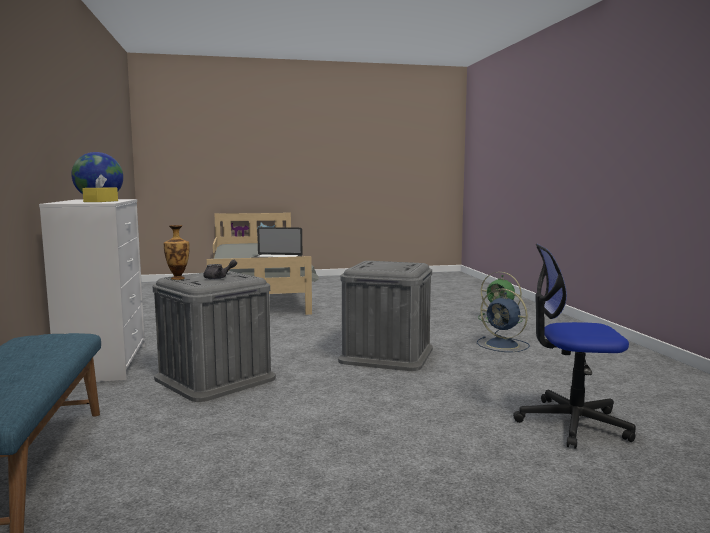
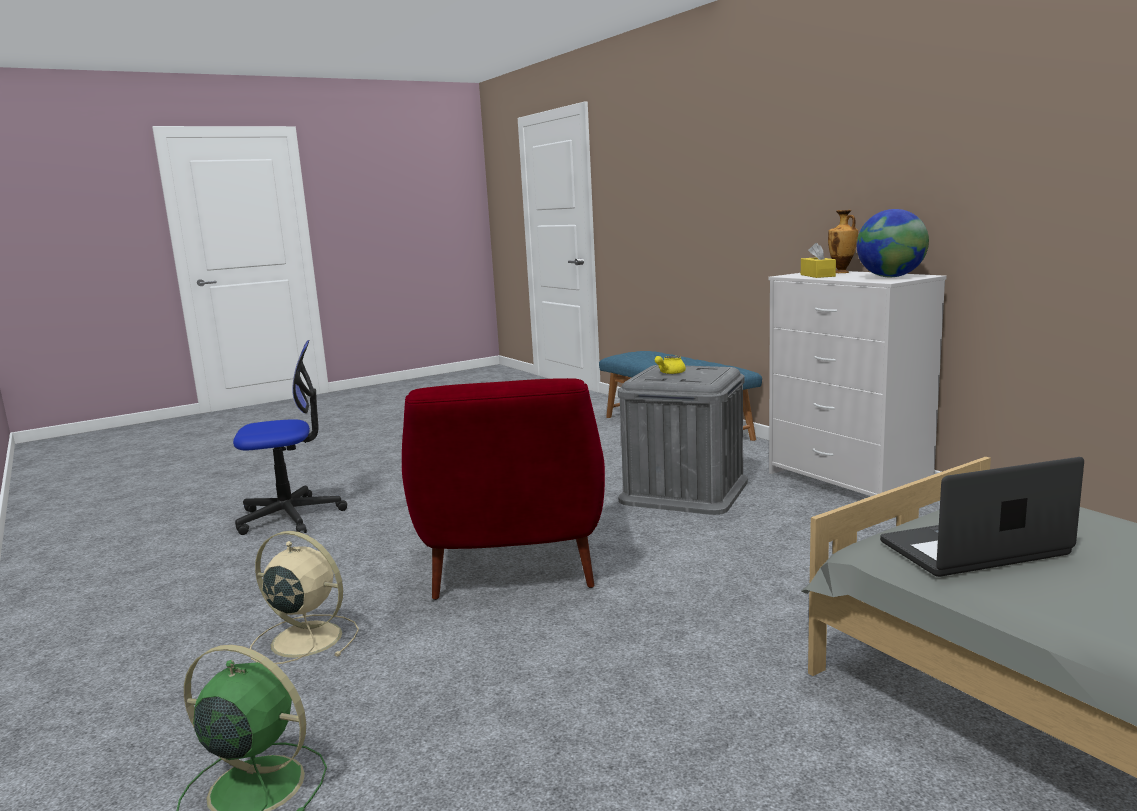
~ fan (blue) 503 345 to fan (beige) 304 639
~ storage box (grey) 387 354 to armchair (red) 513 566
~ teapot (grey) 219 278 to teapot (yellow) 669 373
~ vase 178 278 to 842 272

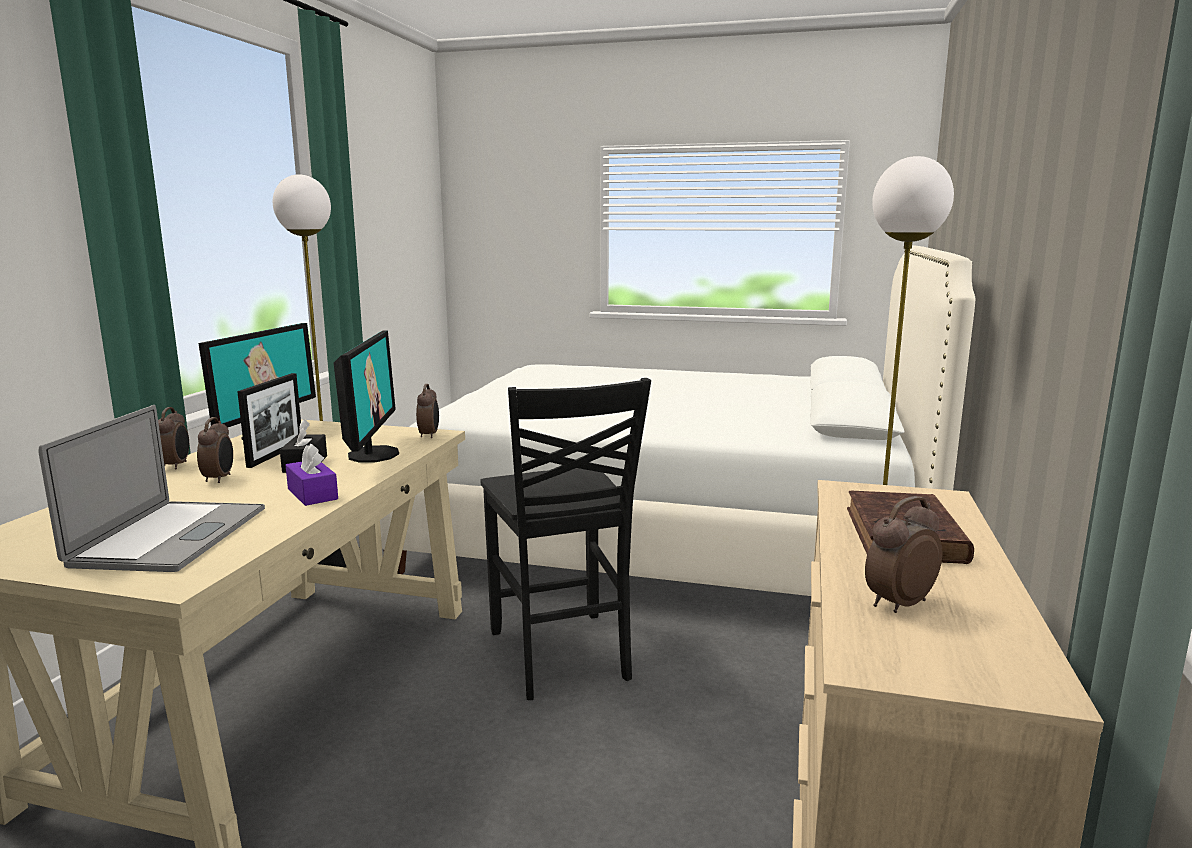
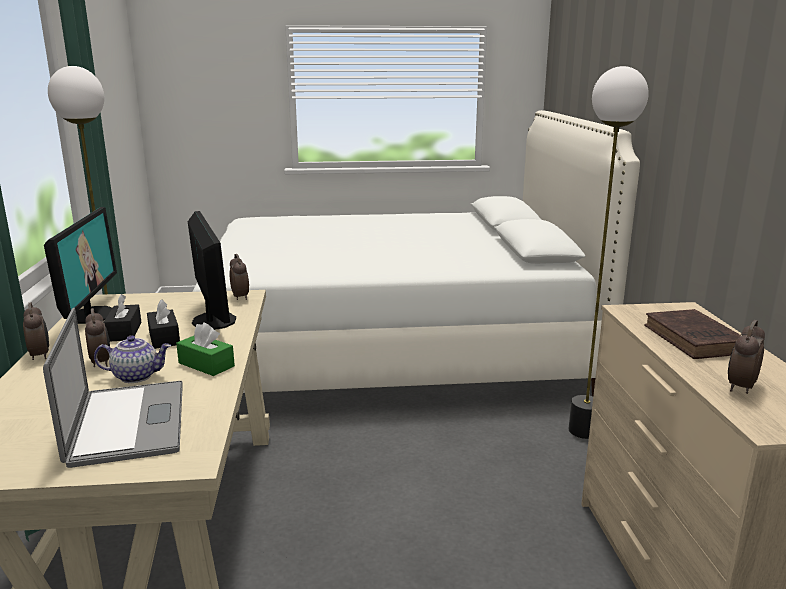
+ teapot 137 376
~ picture frame 276 454 to tissue box (black) 124 332
~ tissue box (purple) 312 494 to tissue box (green) 206 364
- chair (black) 560 656

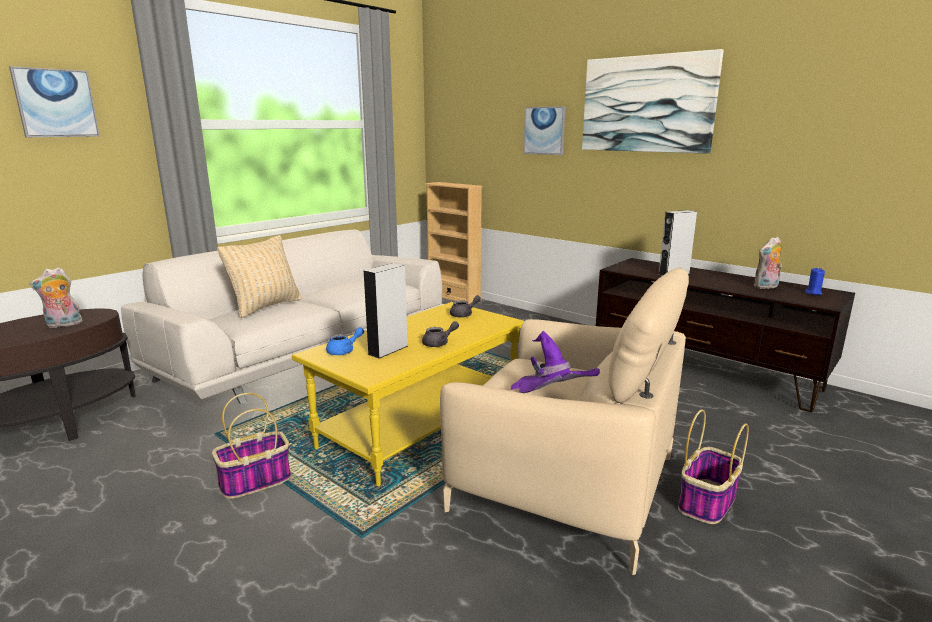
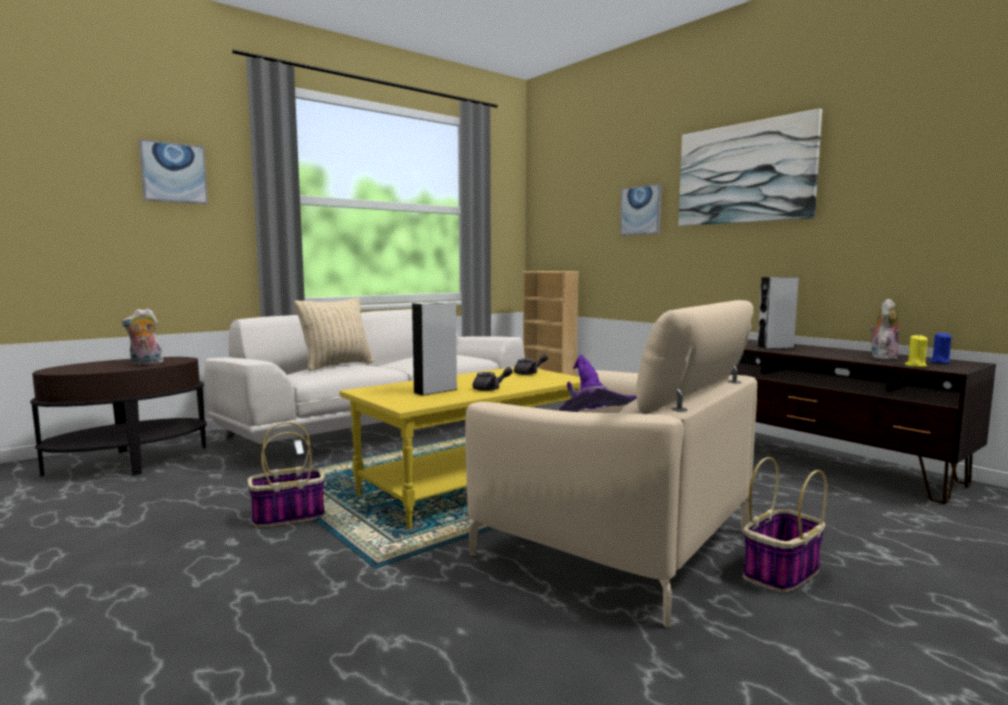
~ plush toy 766 287 = 882 357 150 degrees clockwise
+ candle (yellow) 915 365
- teapot (blue) 344 351

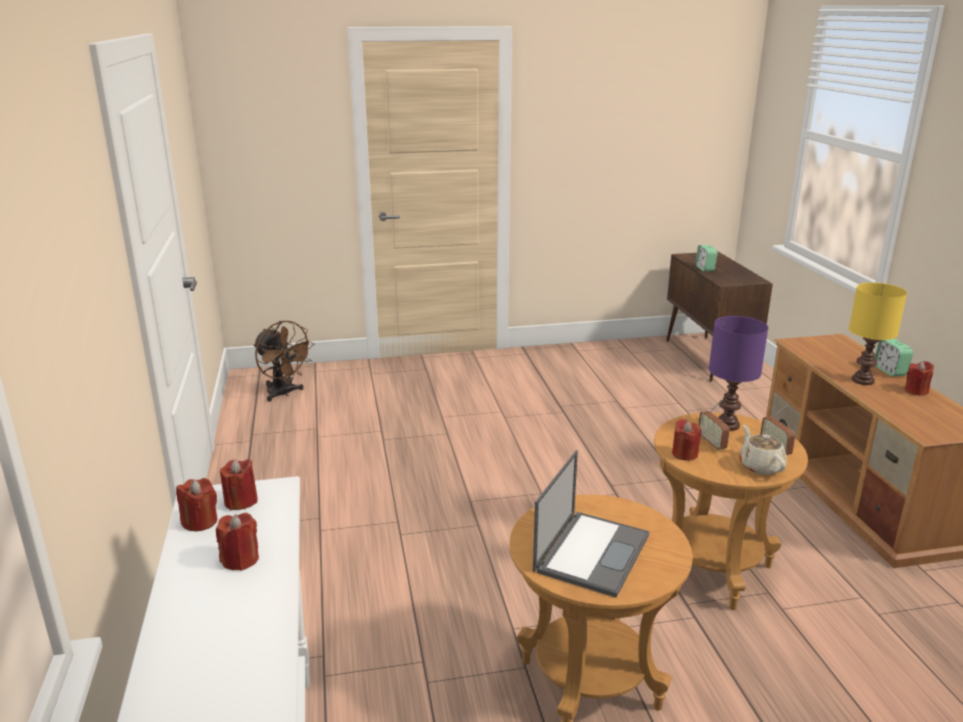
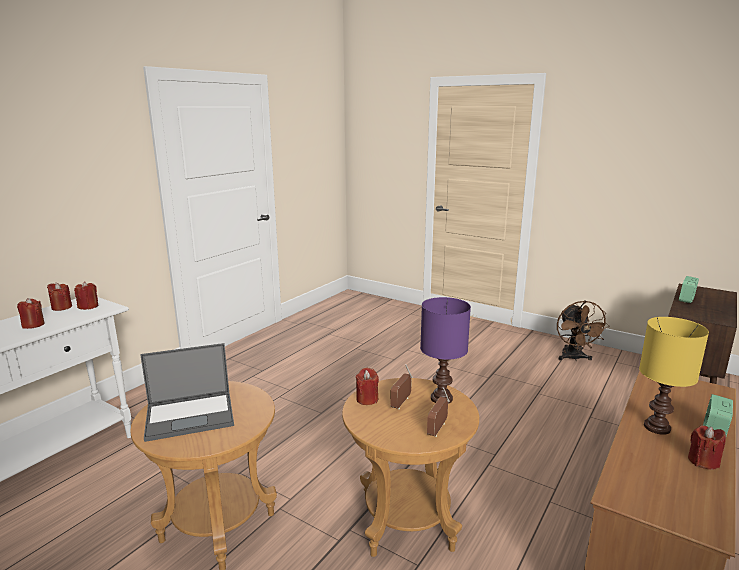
~ fan (brown) 284 394 to 574 358
- teapot (beige) 760 466

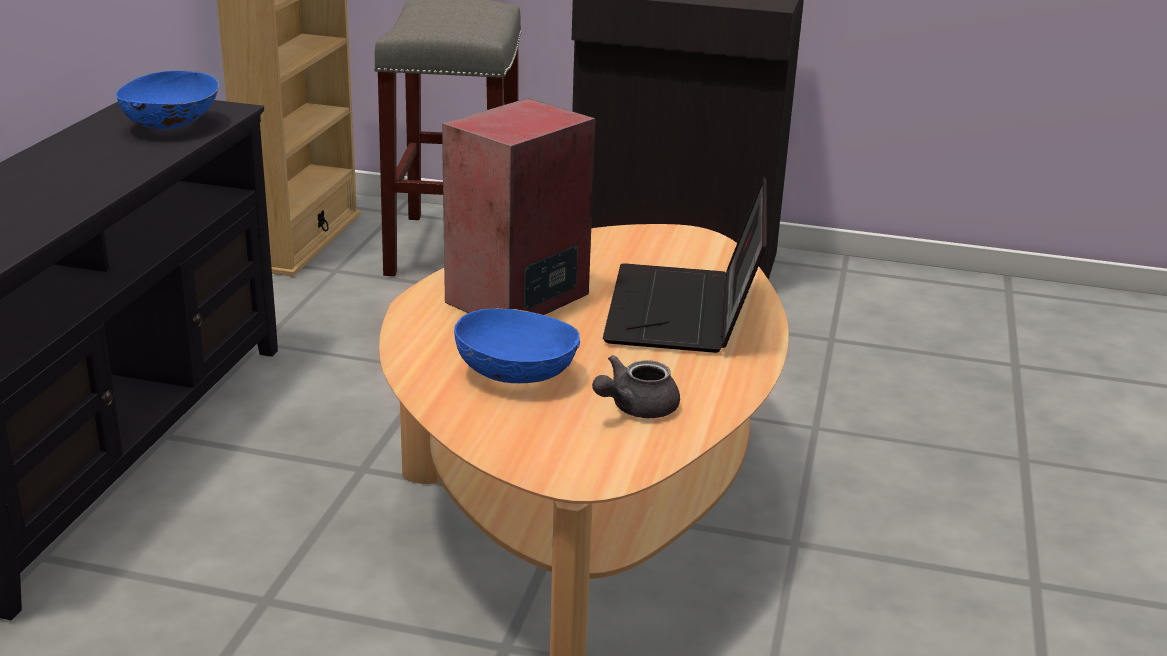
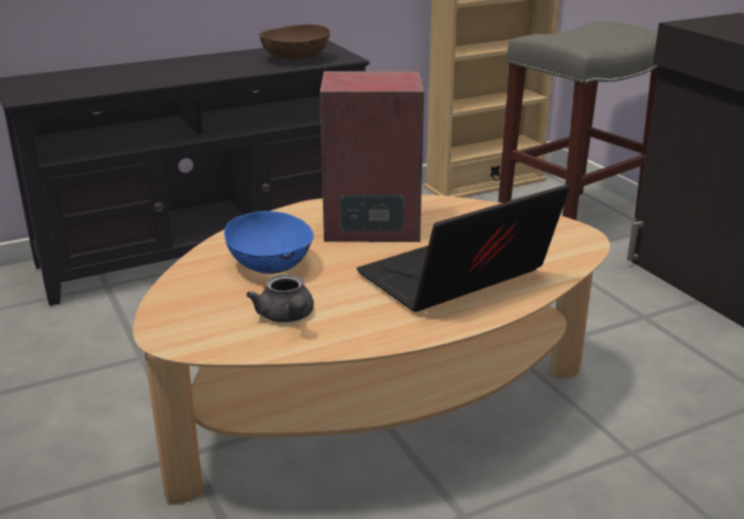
~ teapot (grey) 635 408 = 286 317 120 degrees counterclockwise
~ bowl (blue) 172 126 to bowl (brown) 295 59

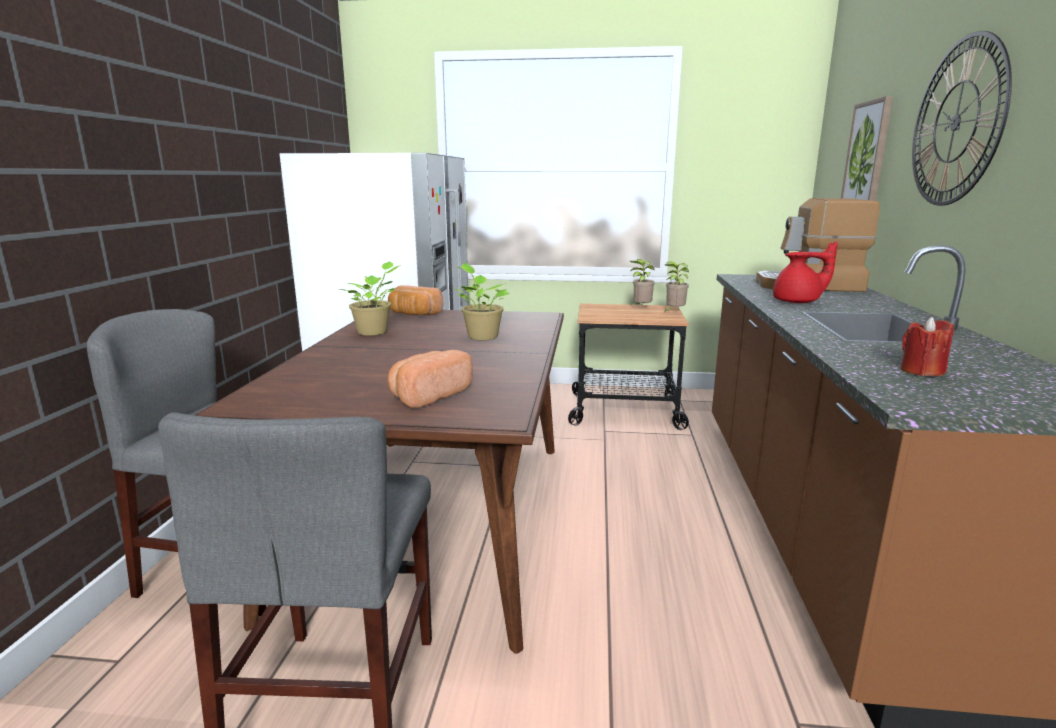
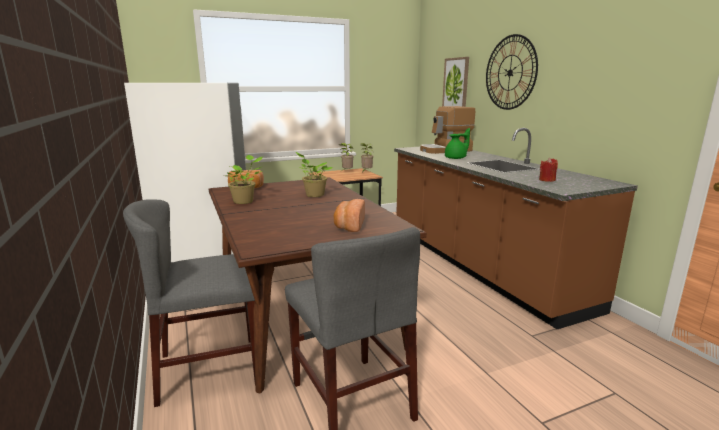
~ teapot (red) 798 302 to teapot (green) 456 158

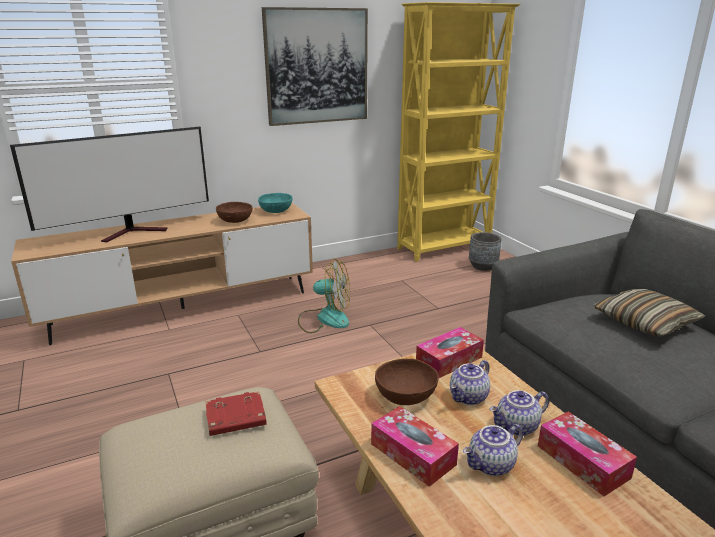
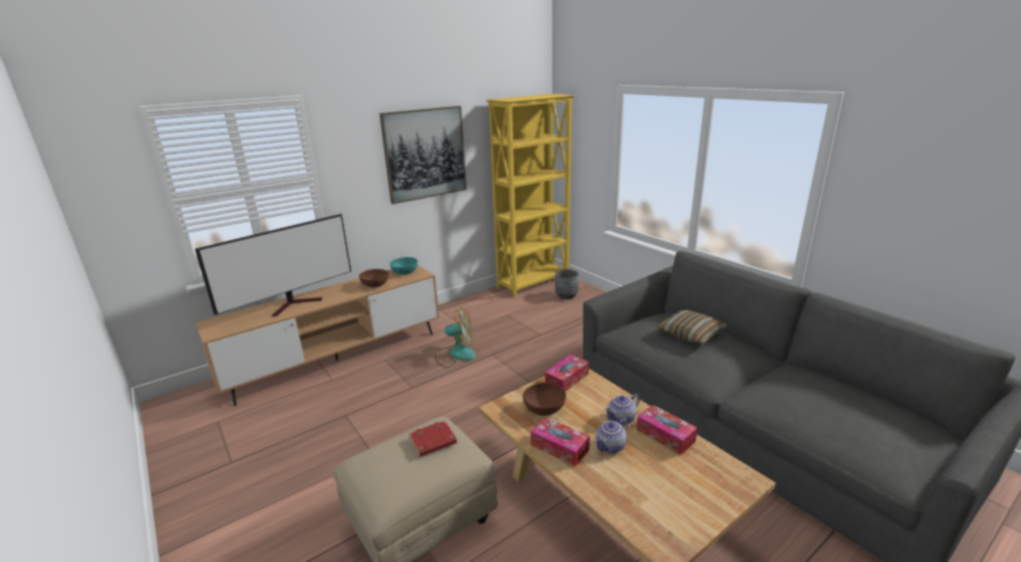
- teapot 469 398

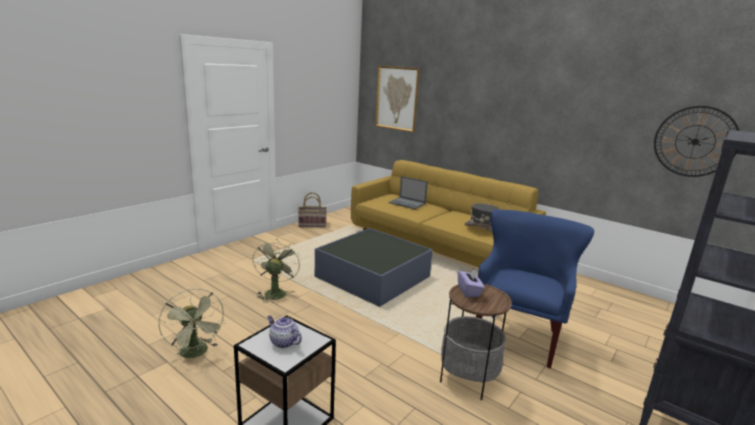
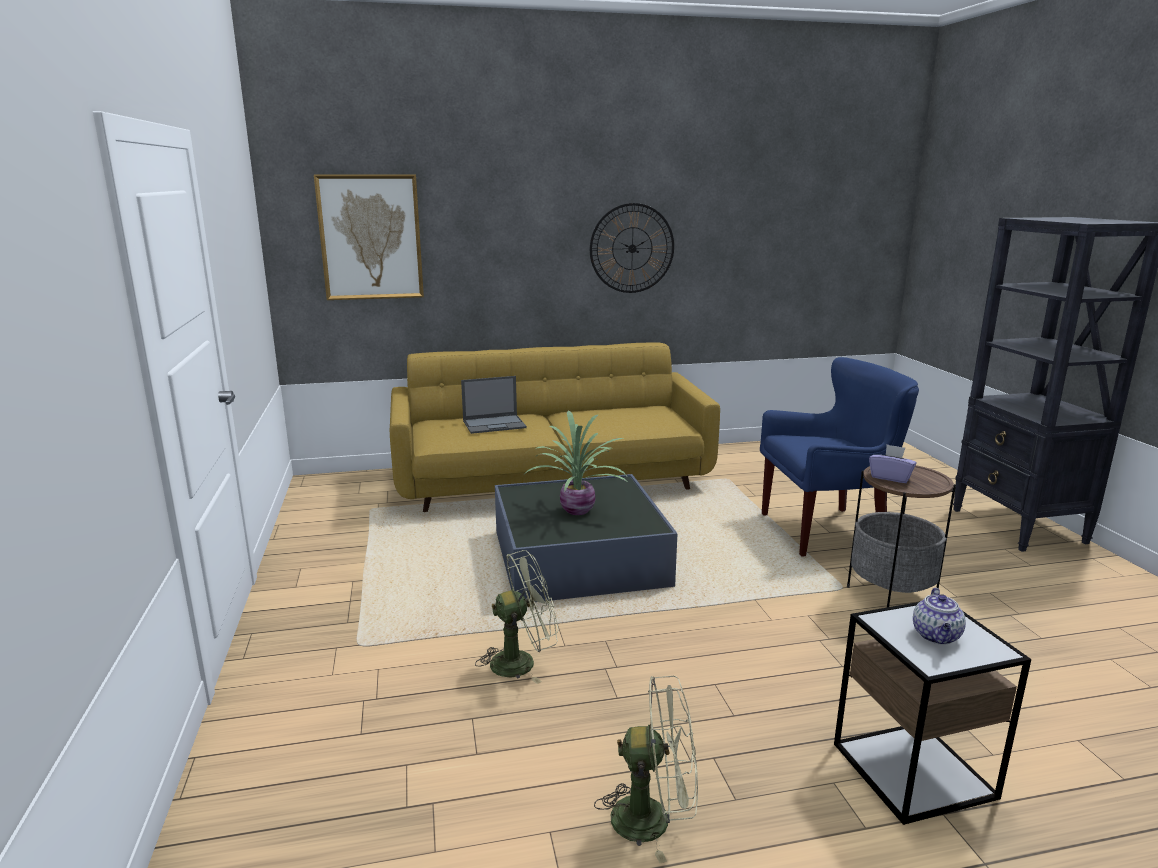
~ fan (green) 275 292 = 522 661 120 degrees clockwise
+ potted plant 579 510
~ wall clock 695 141 to 632 248
~ armchair (blue) 518 337 = 827 532 105 degrees clockwise
~ teapot 283 342 = 937 636 60 degrees counterclockwise
- basket 312 224
- hat (grey) 482 228

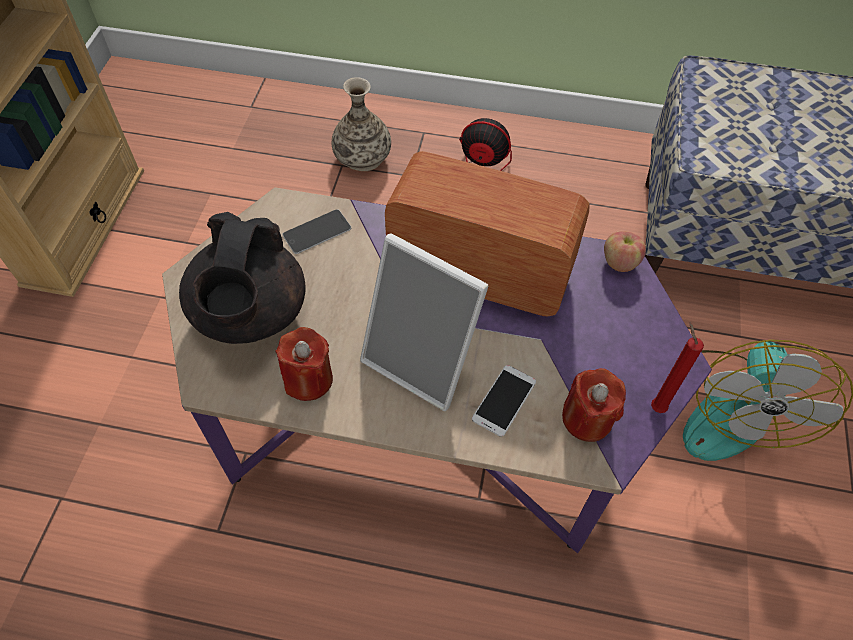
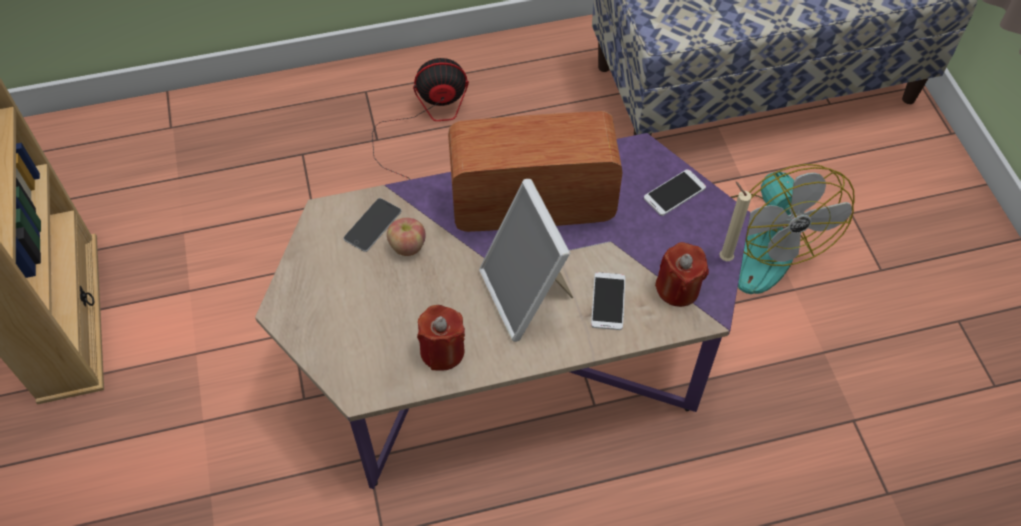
~ apple 619 262 to 407 246
~ picture frame 424 360 = 527 296 60 degrees clockwise
+ phone 674 193
~ candle (red) 656 406 to candle (beige) 723 257
- teapot (black) 250 314
- vase 363 157

